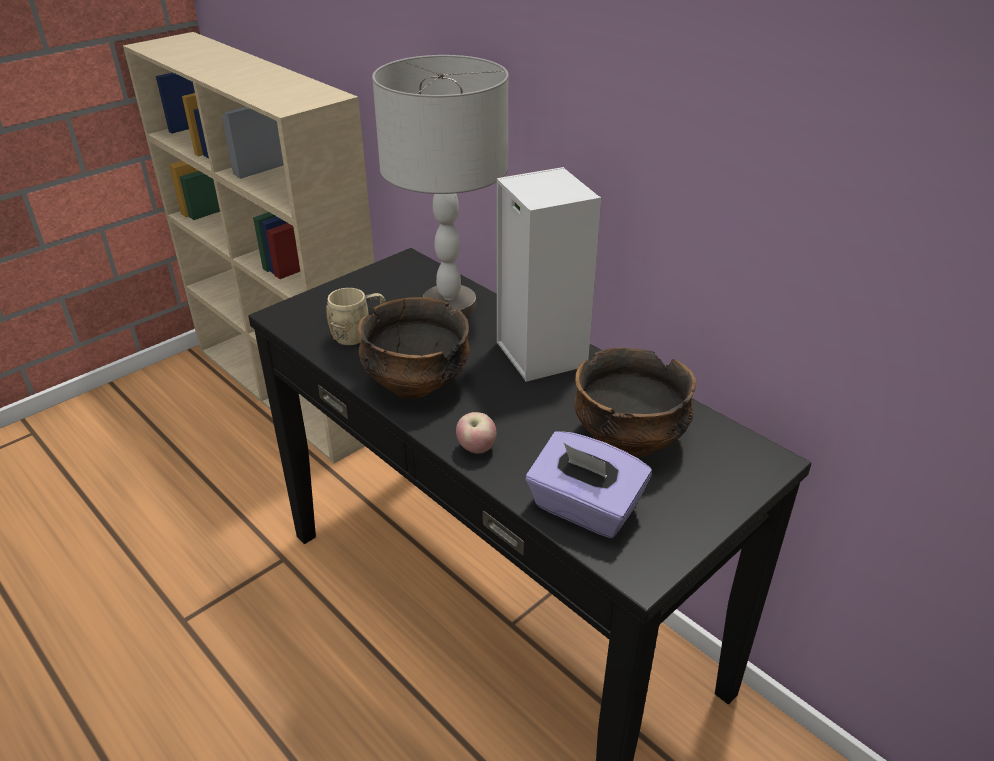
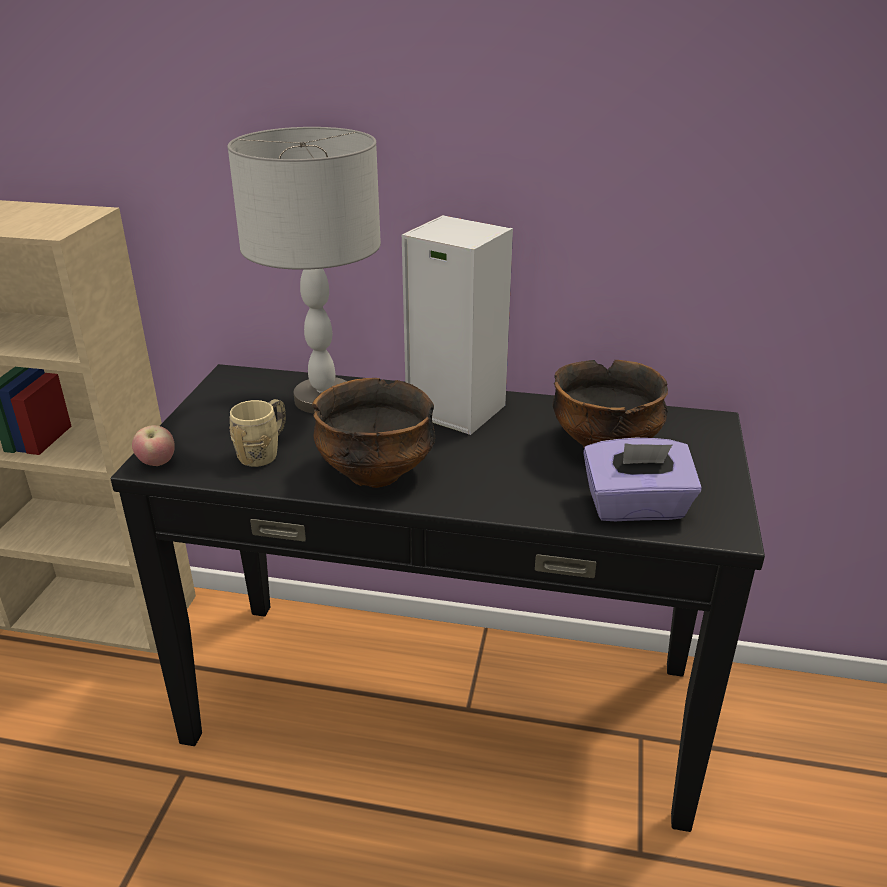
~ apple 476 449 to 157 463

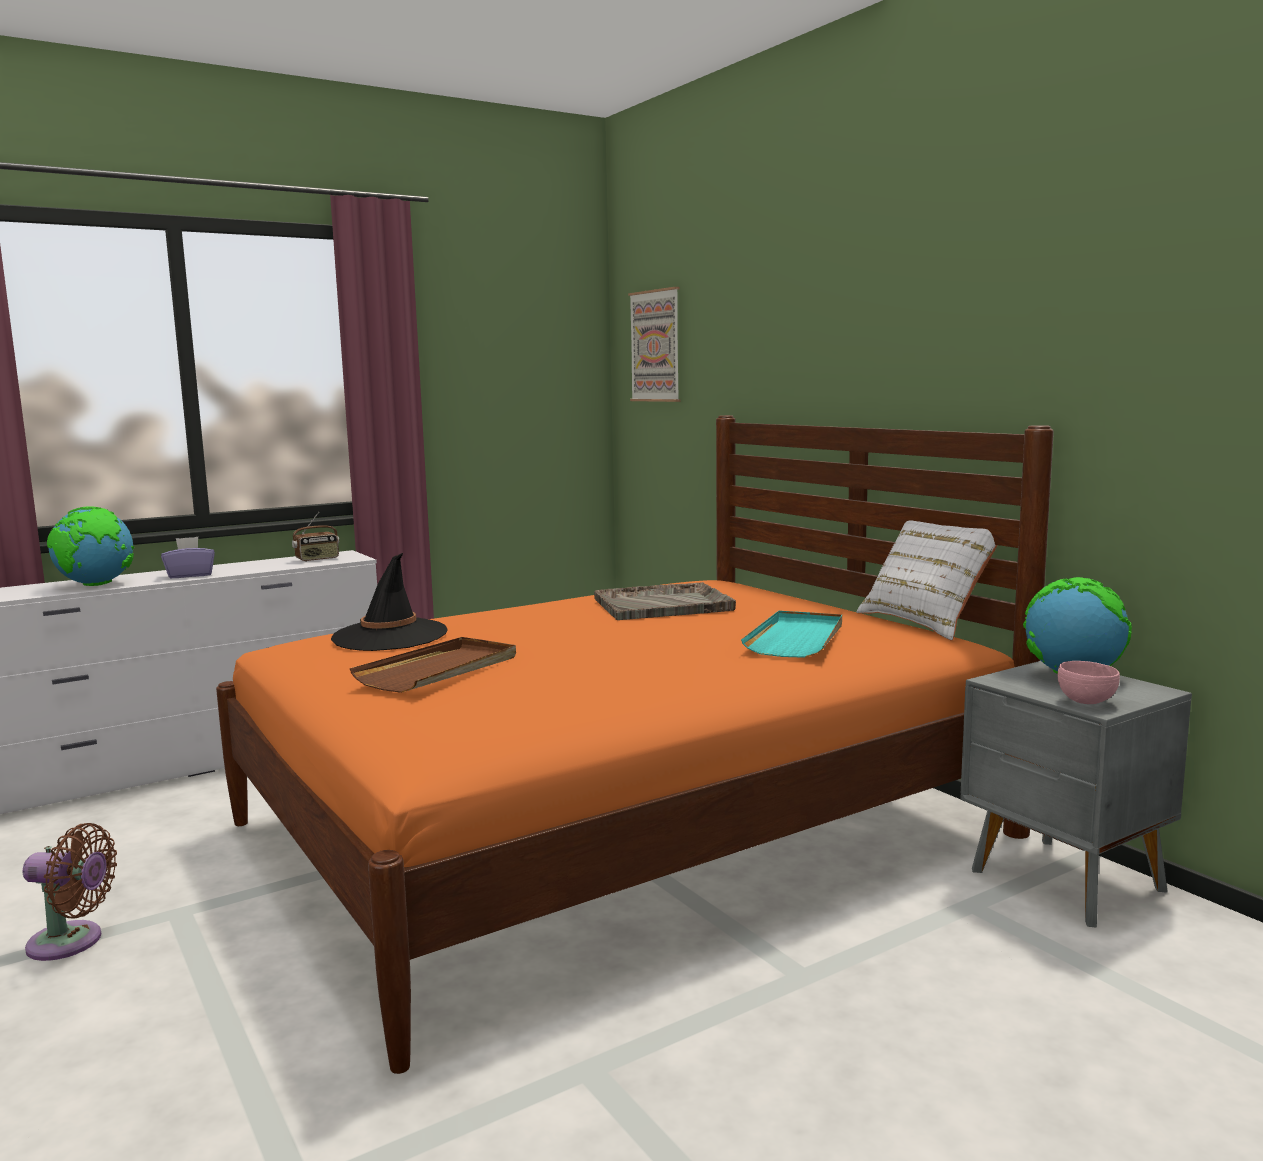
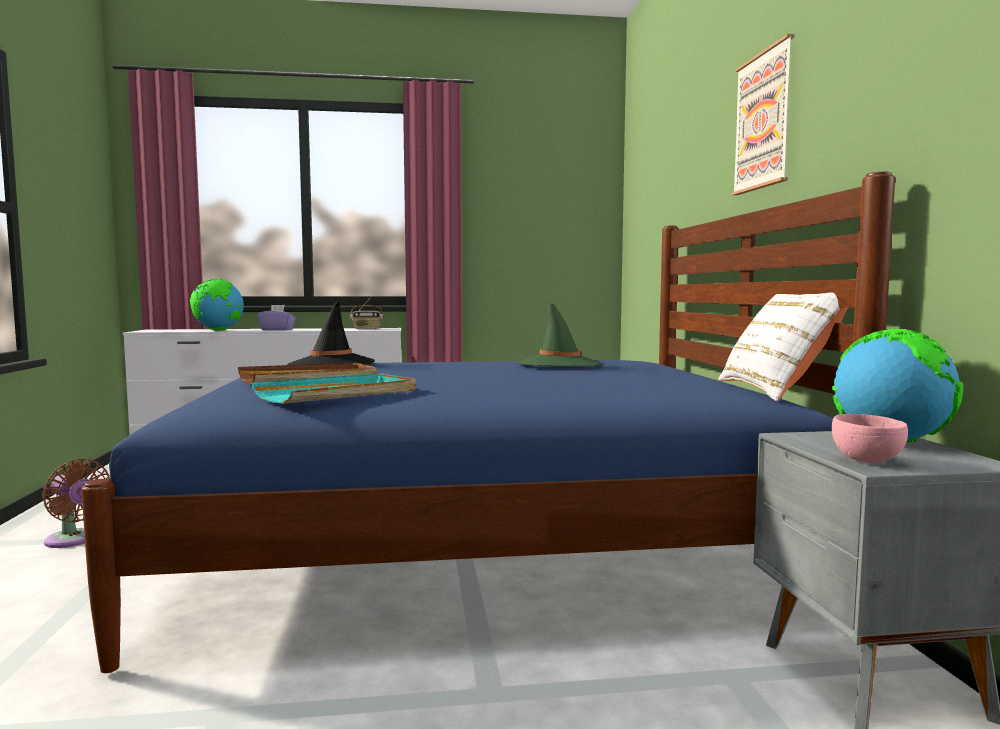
~ bed (orange) 618 830 to bed (blue) 479 544
~ tray (turquoise) 797 639 to 338 394
~ tray (grey) 664 604 to hat (green) 559 365
~ picture 656 346 to 763 121

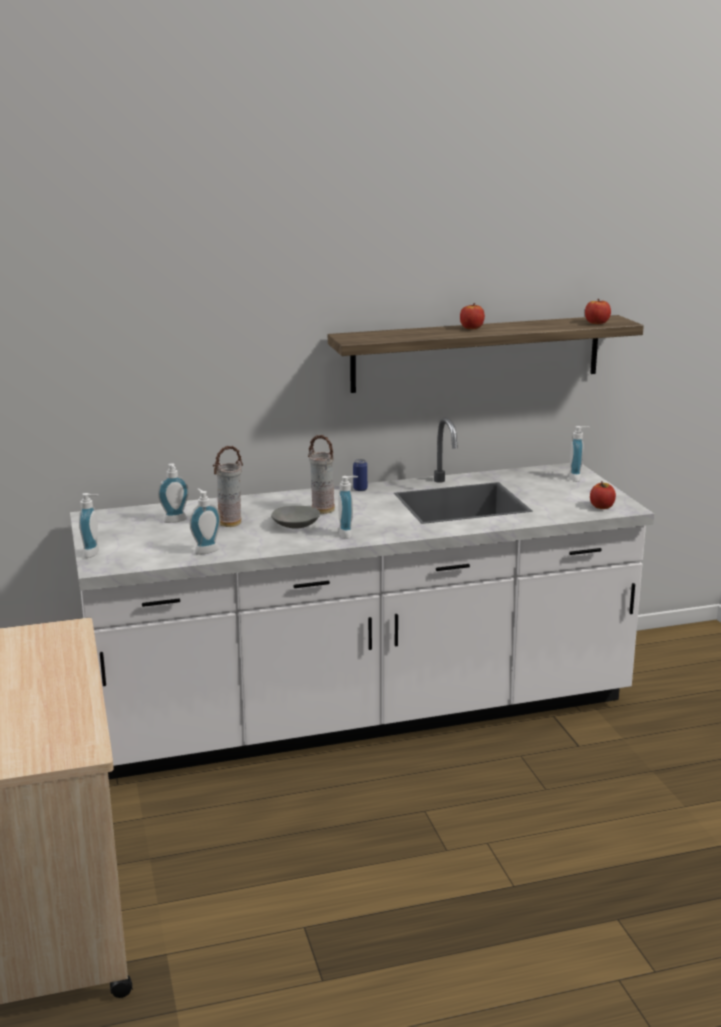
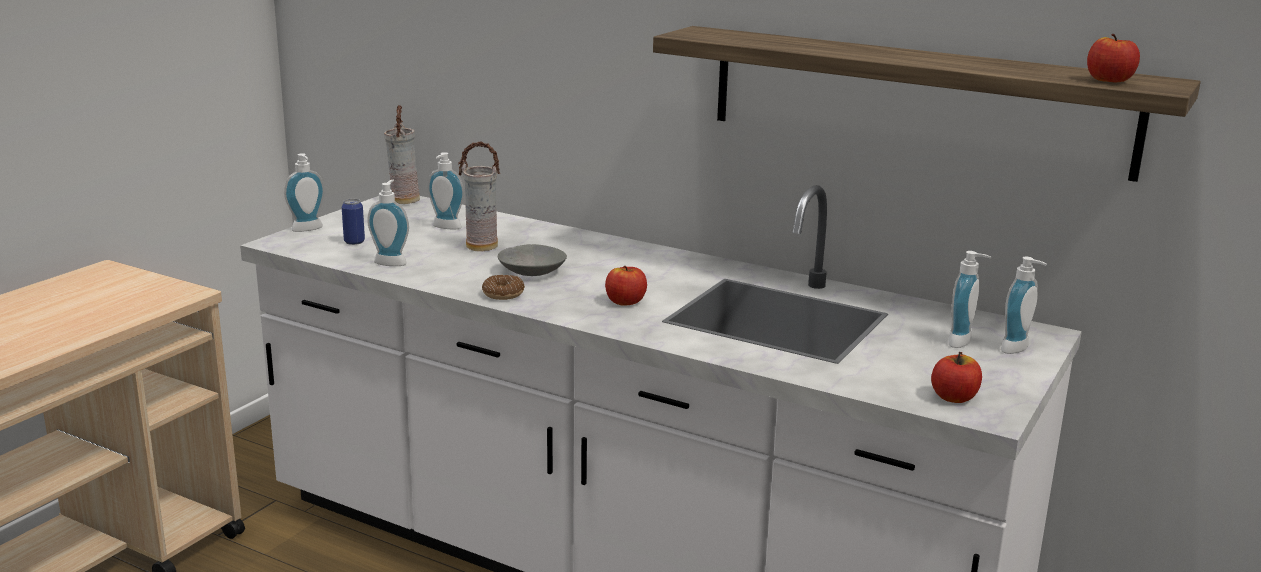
~ can 360 489 to 354 242
~ vase 322 510 to 403 200
+ donut 503 294
~ apple 471 328 to 625 302
~ soap dispenser 348 534 to 964 342

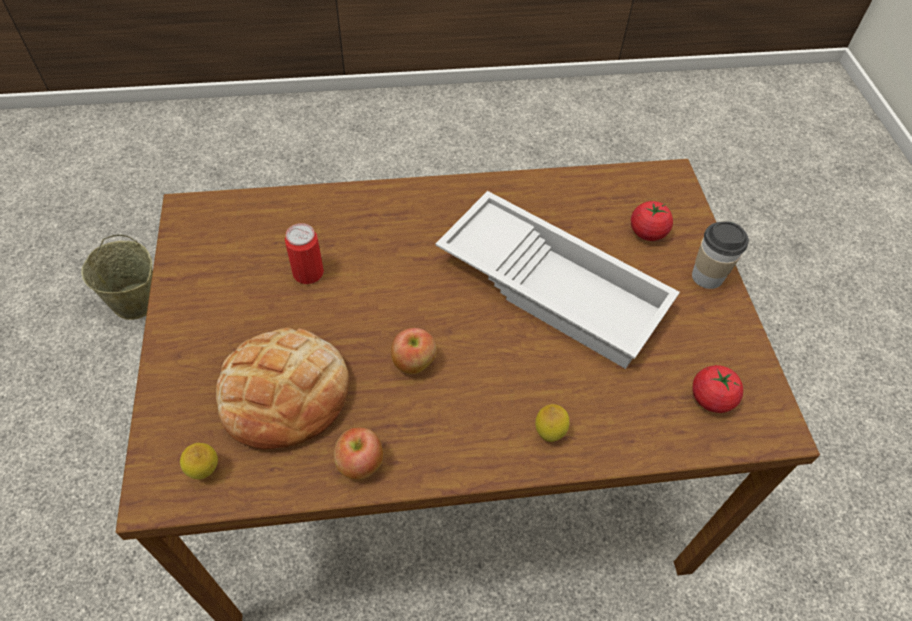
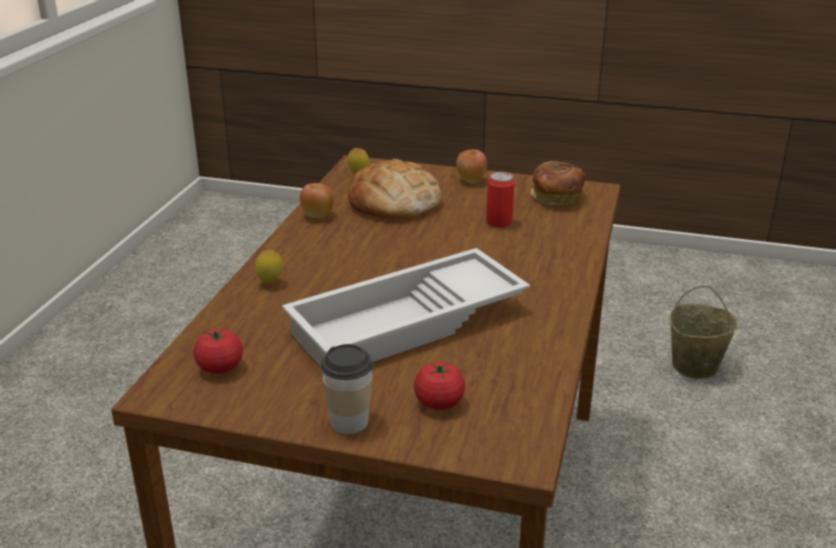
~ apple 414 363 to 470 180
+ bread 556 197

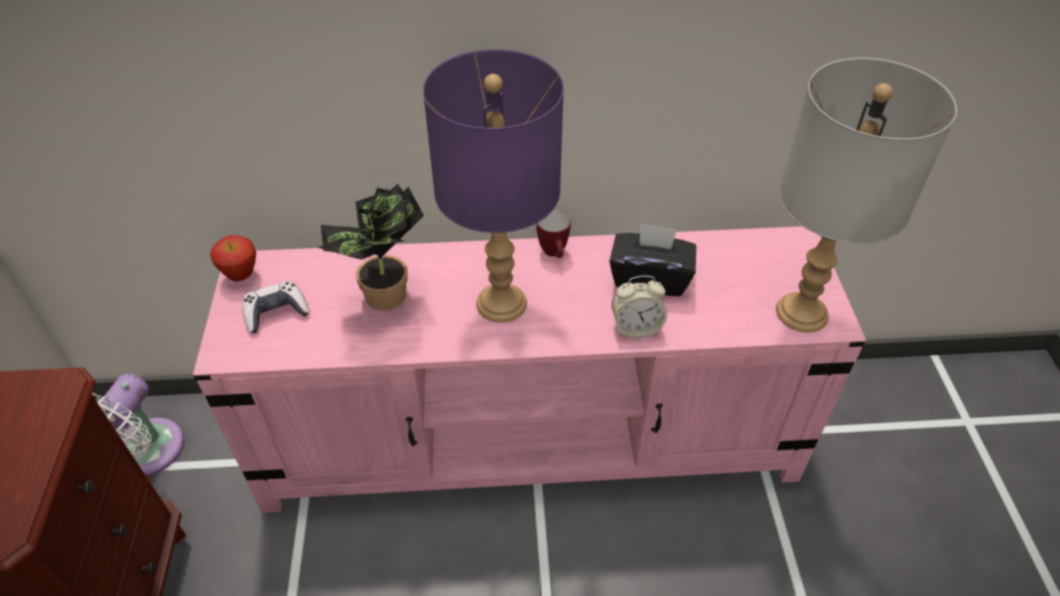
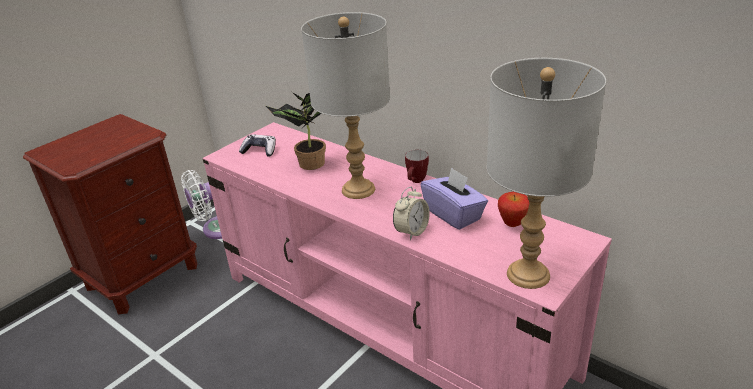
~ table lamp (purple) 500 303 to table lamp (grey) 358 189
~ alarm clock 636 327 = 411 231 90 degrees counterclockwise
~ tissue box (black) 650 278 to tissue box (purple) 454 214
~ apple 241 276 to 512 224

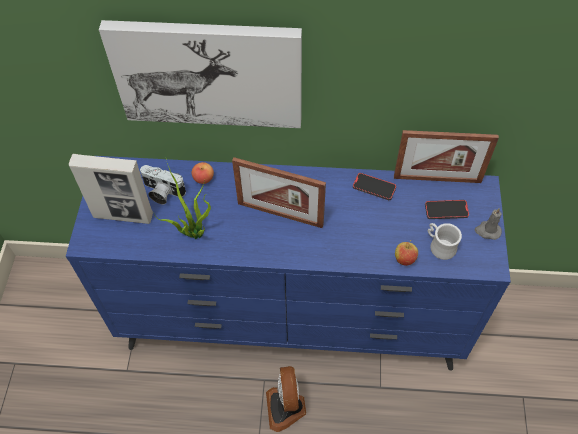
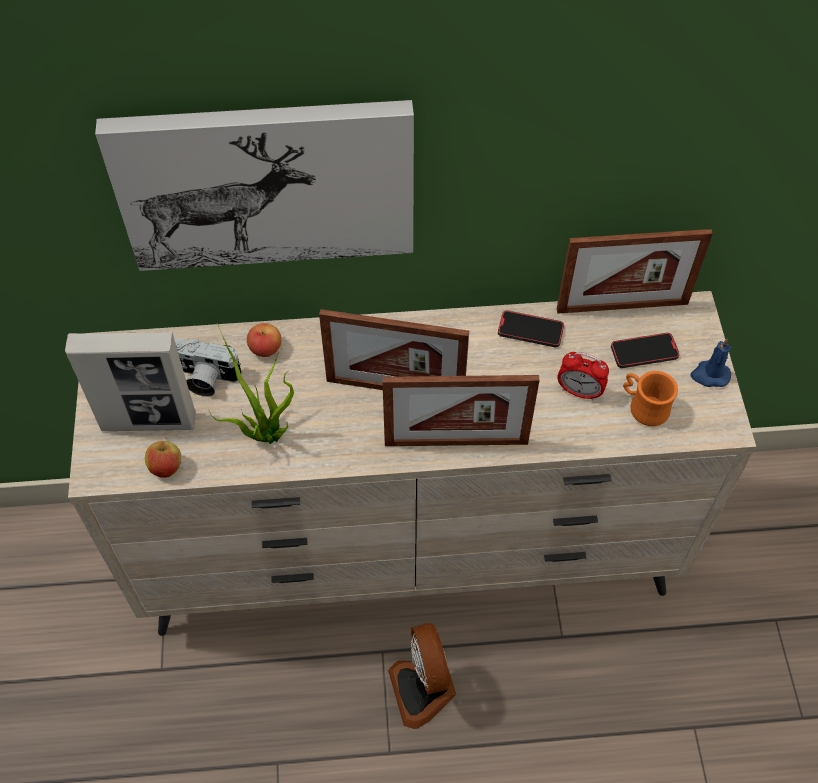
~ dresser (blue) 293 321 to dresser (beige) 411 554
~ apple 404 259 to 166 468
+ picture frame 456 442
+ alarm clock 579 391
~ mug (white) 439 246 to mug (orange) 643 406
~ candle (grey) 487 231 to candle (blue) 710 375

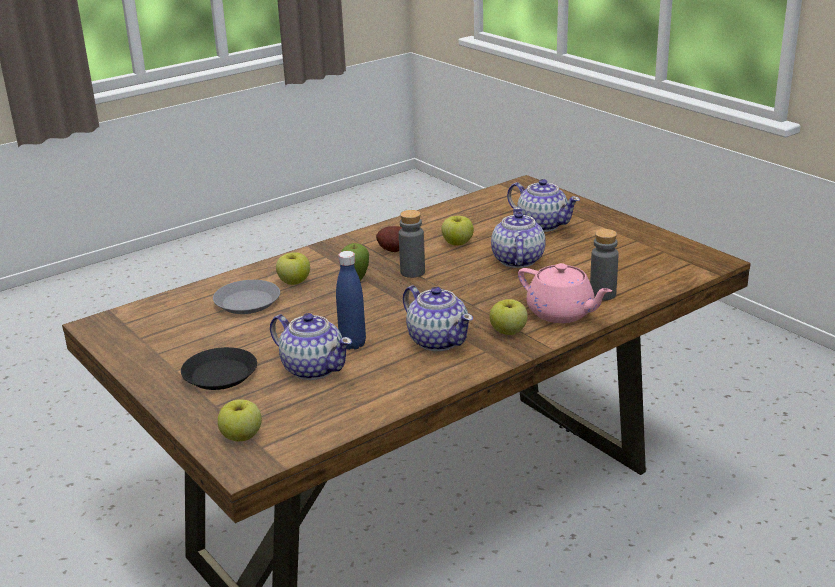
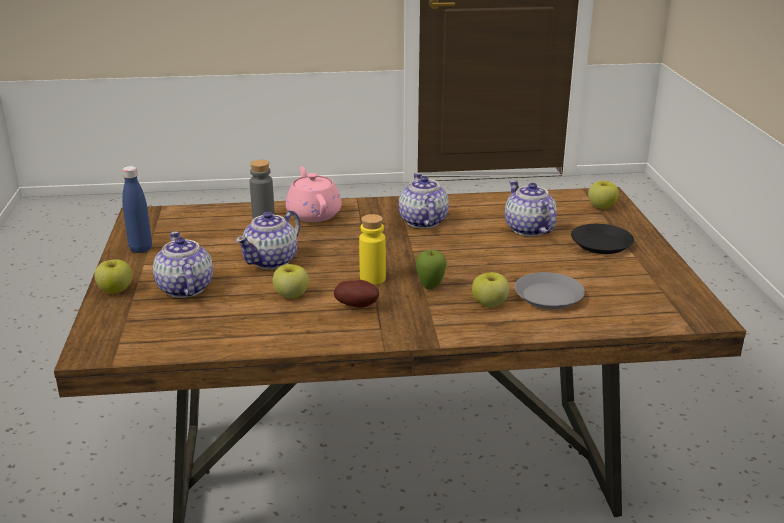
~ apple 508 332 to 116 290
~ bottle (blue) 352 344 to 141 249
~ bottle (grey) 412 272 to bottle (yellow) 372 279

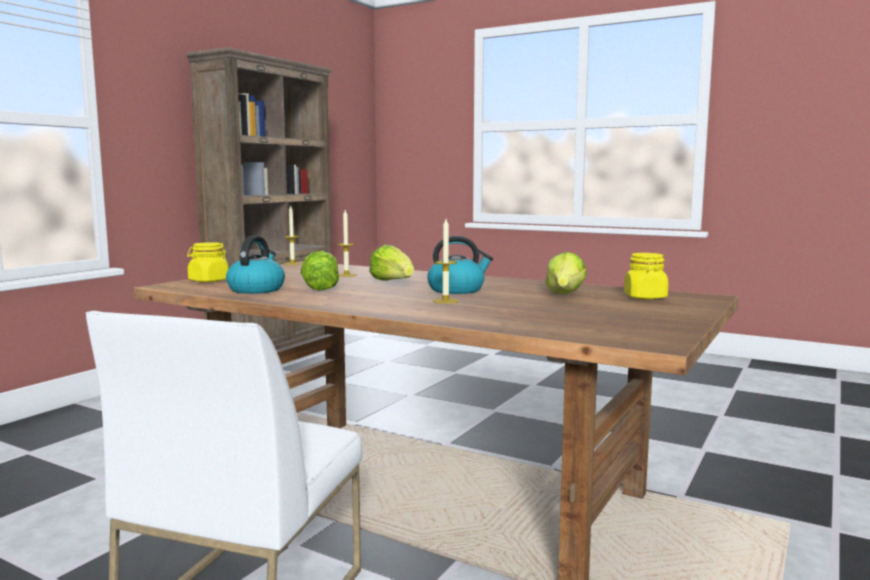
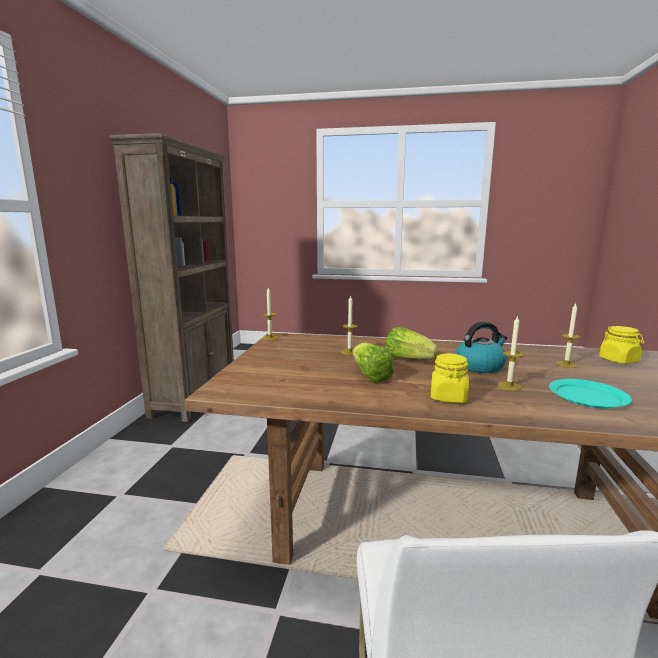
~ jar (yellow) 208 280 to 448 397
+ plate (turquoise) 587 396
~ lettuce 565 295 to candle 566 364
- kettle 256 289

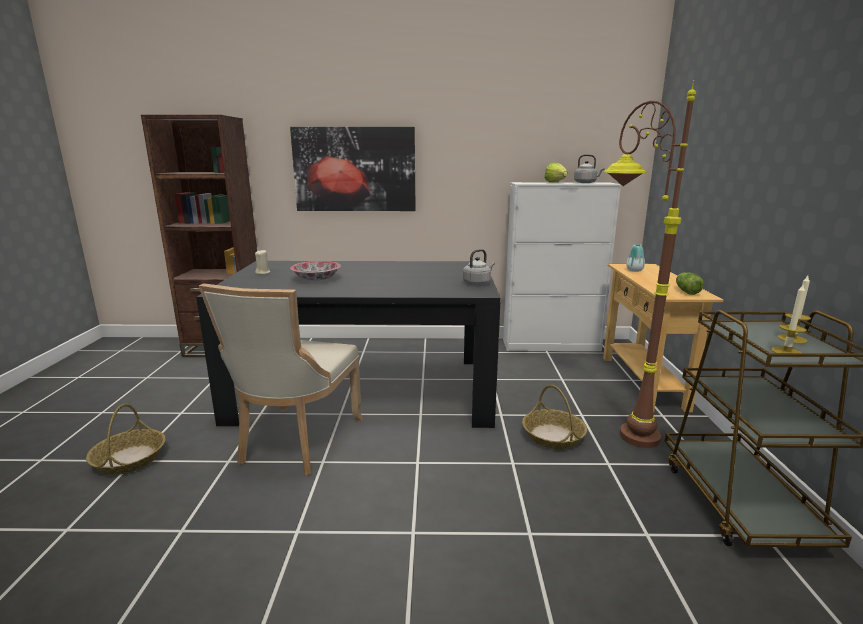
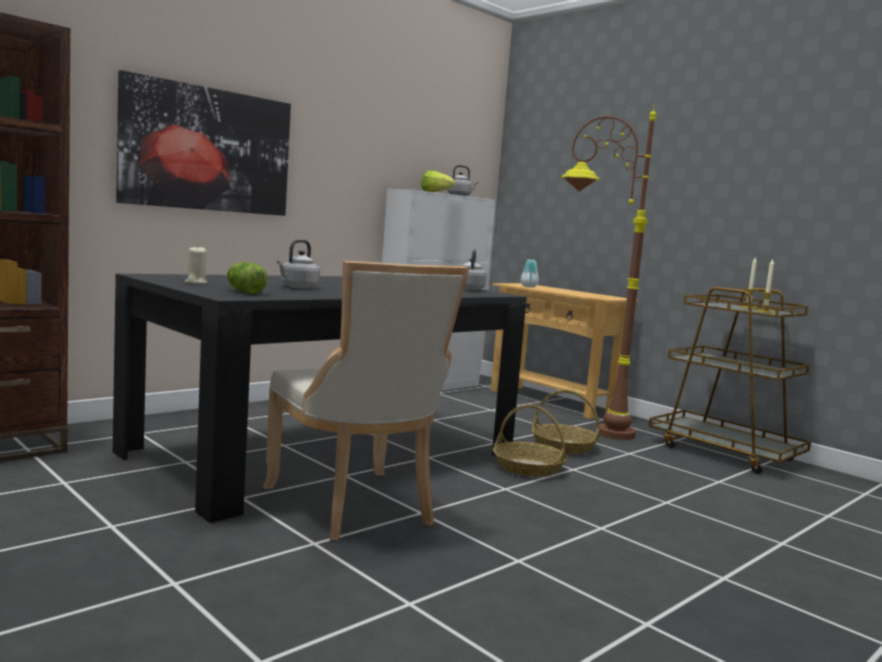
~ lettuce 686 291 to 243 291
~ bowl 316 279 to kettle (grey) 298 287
~ basket 129 459 to 529 467

